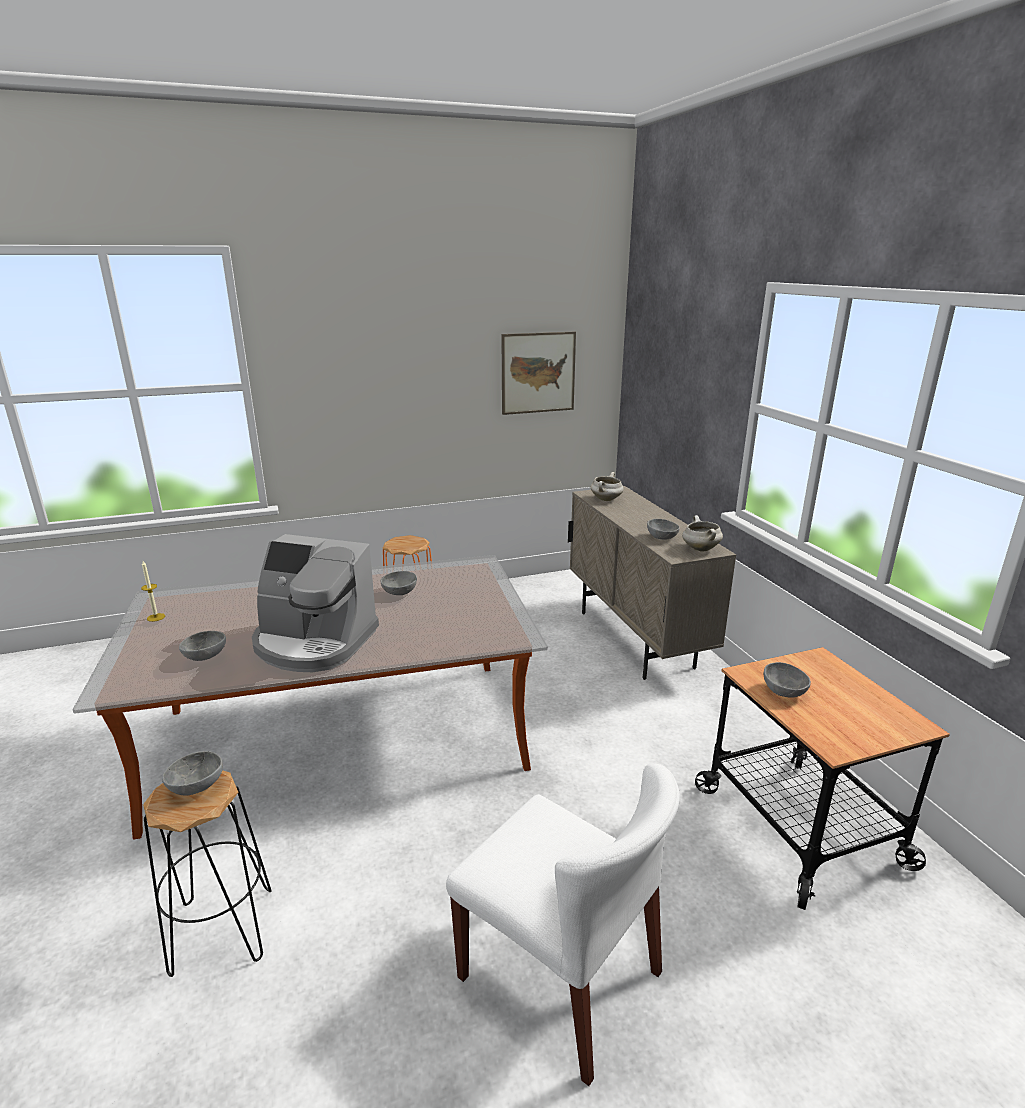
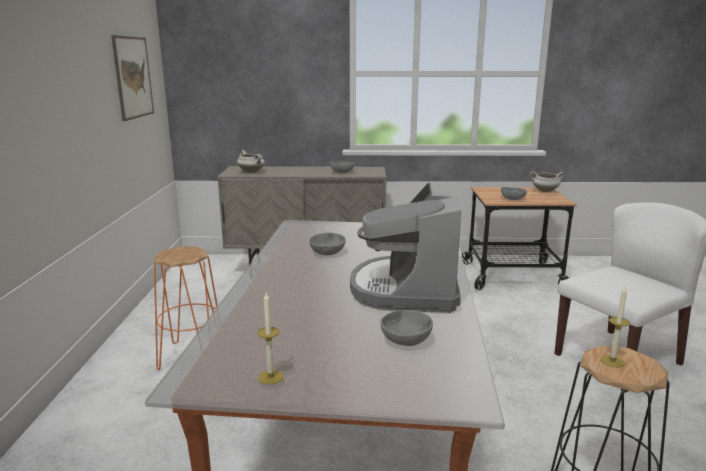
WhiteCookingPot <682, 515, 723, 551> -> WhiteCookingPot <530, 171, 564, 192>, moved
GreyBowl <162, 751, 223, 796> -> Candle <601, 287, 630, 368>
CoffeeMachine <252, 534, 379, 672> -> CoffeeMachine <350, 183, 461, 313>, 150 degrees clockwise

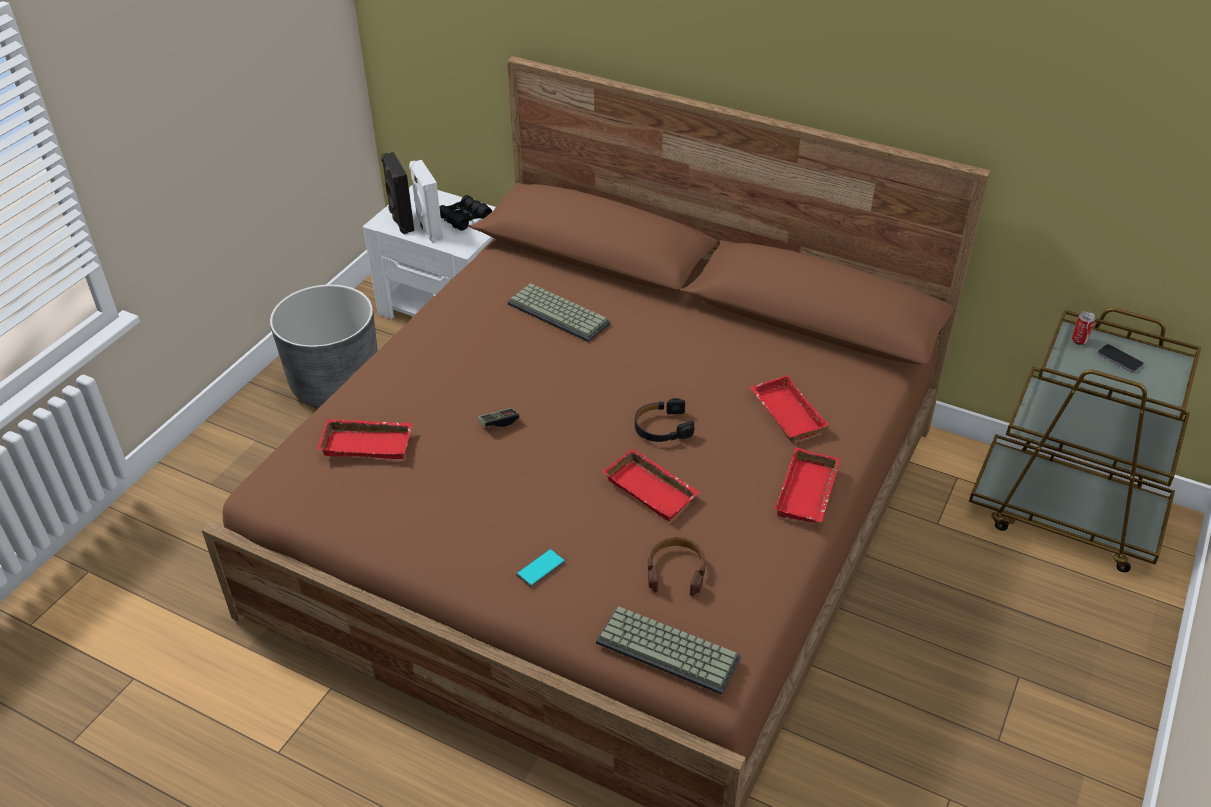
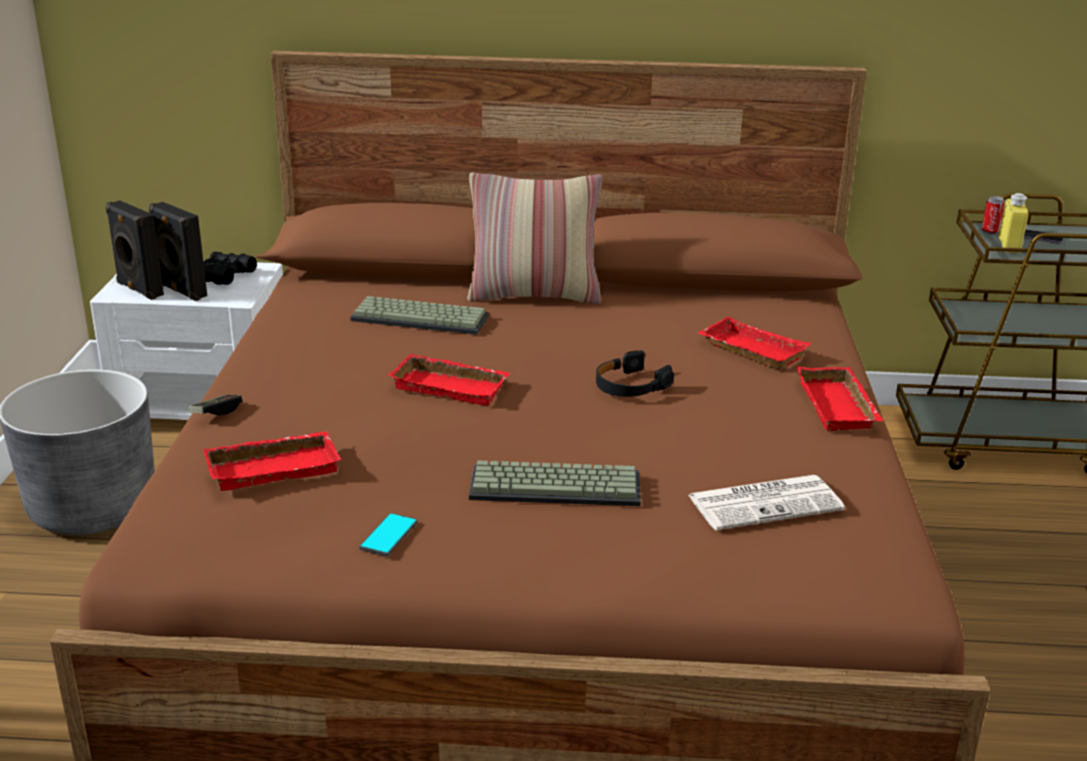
none -> Pillow <467, 173, 603, 304>
none -> YellowBottle <999, 193, 1028, 253>
GameController <478, 408, 519, 427> -> GameController <188, 394, 242, 415>, moved
Phone <516, 549, 565, 587> -> Phone <359, 513, 418, 557>, moved
Keyboard <596, 606, 741, 695> -> Keyboard <469, 460, 641, 506>, moved
RedTray <603, 448, 700, 521> -> RedTray <388, 354, 510, 406>, moved
BrownHeadphones <648, 537, 706, 596> -> Newspaper <688, 475, 845, 530>
WhiteSpeaker <409, 160, 443, 242> -> BlackSpeaker <149, 202, 207, 301>

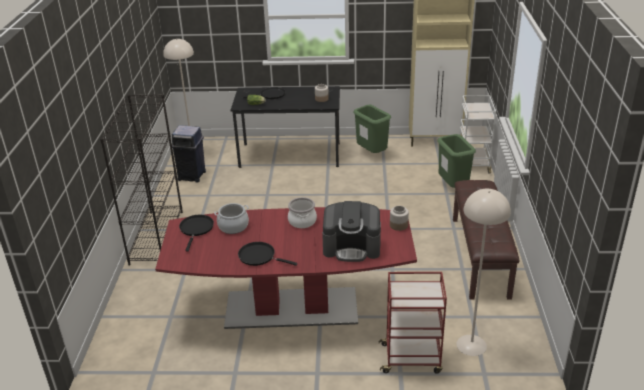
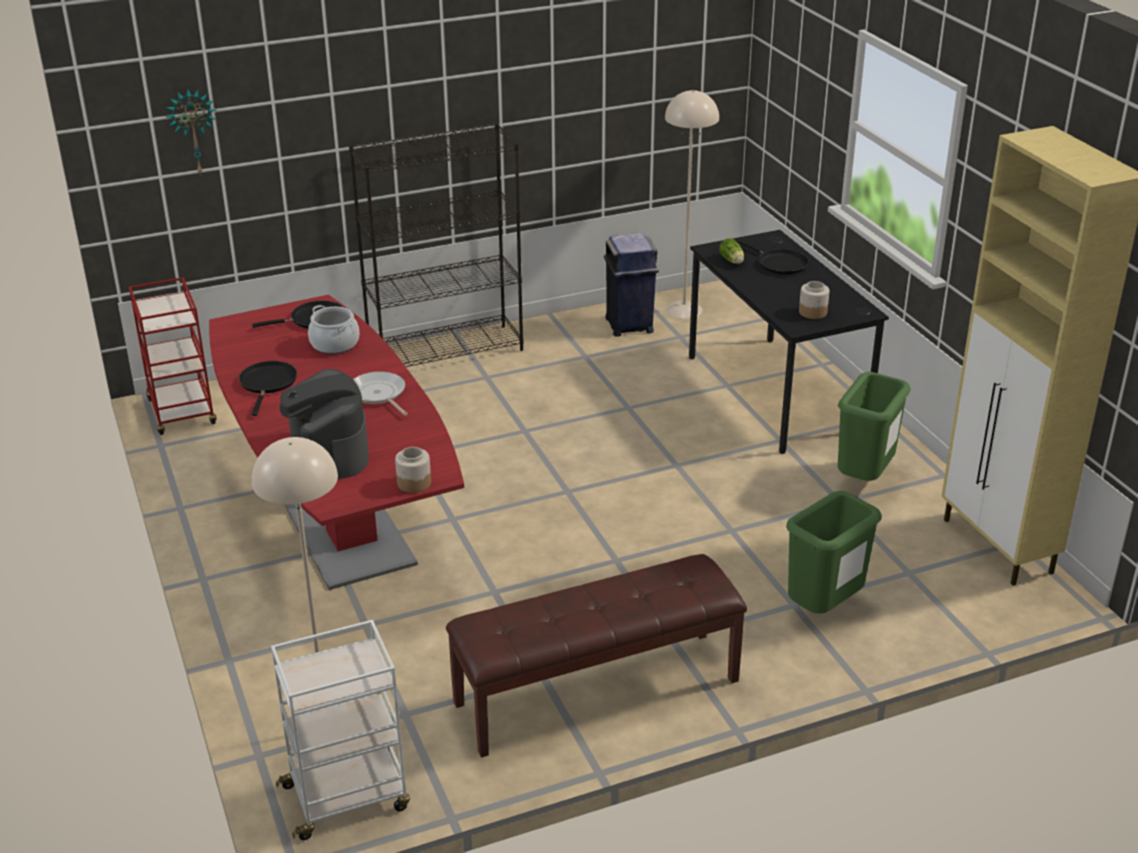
none -> WallClock <166, 90, 216, 176>
RedCart <379, 272, 447, 373> -> RedCart <129, 277, 217, 435>, moved
WhiteCart <459, 95, 496, 173> -> WhiteCart <271, 620, 410, 840>, moved
CookingPot <288, 197, 317, 228> -> FryingPan <353, 371, 408, 416>

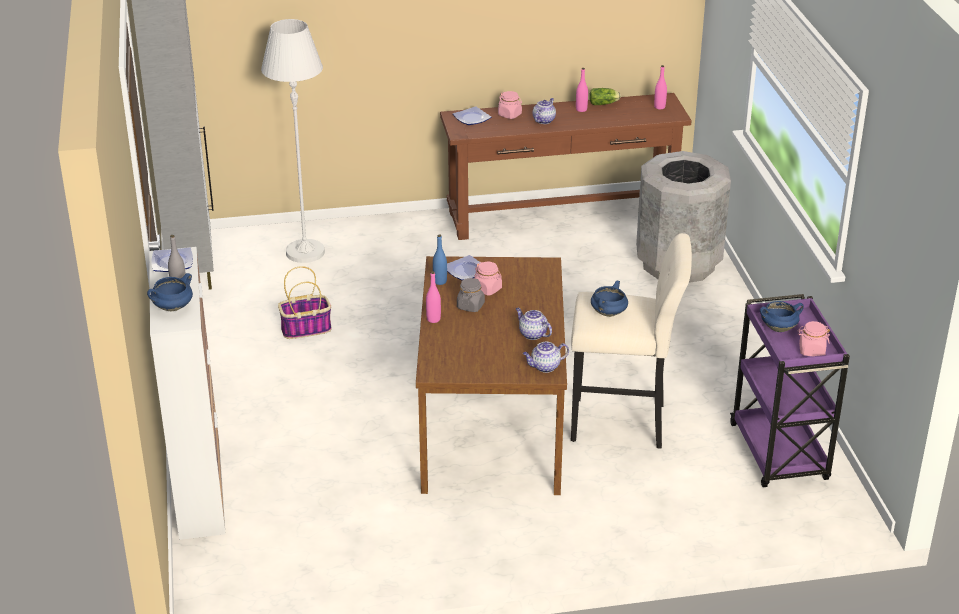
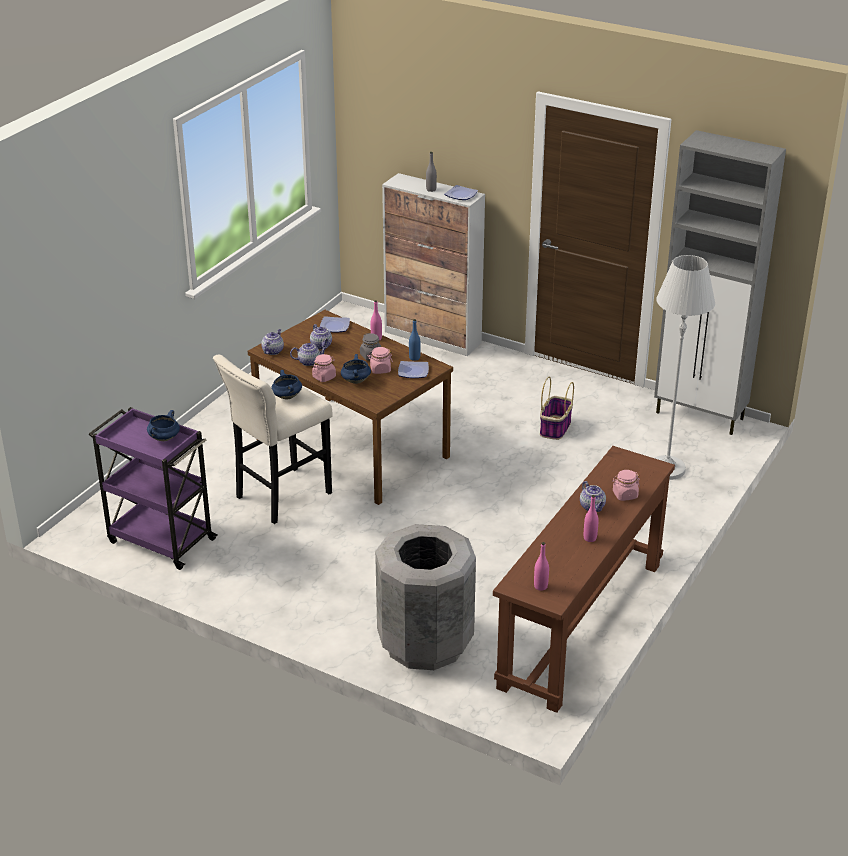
Lettuce <589, 88, 620, 105> -> none
none -> Teapot <310, 324, 332, 349>
BlueCookingPot <147, 273, 193, 311> -> BlueCookingPot <341, 354, 371, 384>, moved
Plate <453, 106, 491, 125> -> Plate <320, 316, 350, 333>, moved
PinkJar <798, 321, 830, 356> -> PinkJar <312, 354, 336, 382>, moved

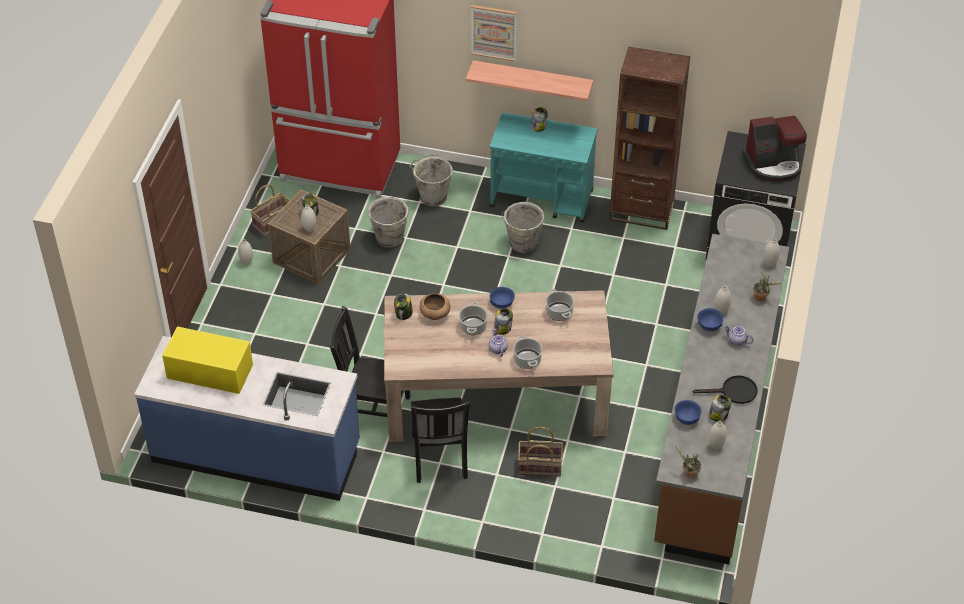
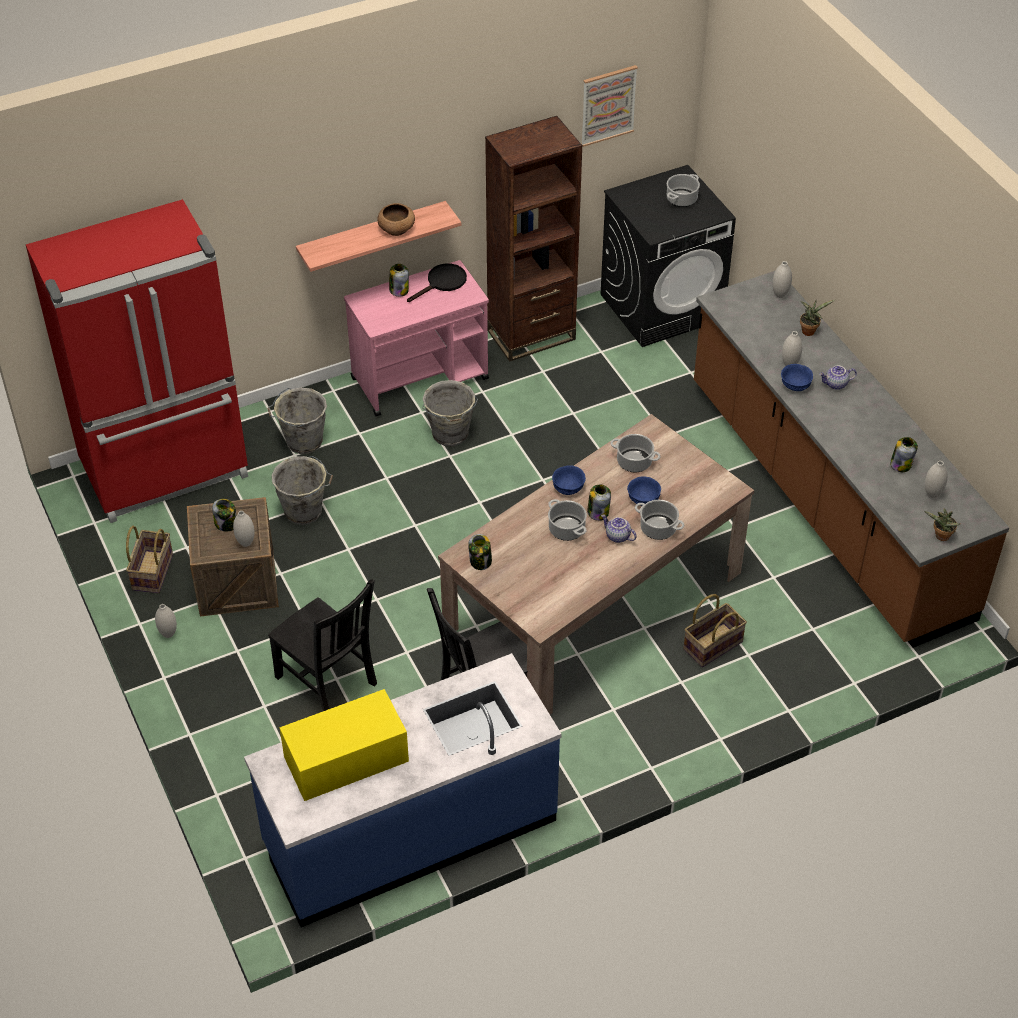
BlackChair <411, 398, 470, 483> -> BlackChair <268, 579, 377, 711>, moved
BrownBowl <420, 293, 450, 320> -> BrownBowl <377, 203, 415, 236>, moved
Picture <471, 5, 517, 61> -> Picture <581, 65, 638, 147>, moved
BlueBowl <674, 400, 702, 425> -> BlueBowl <627, 476, 661, 506>, moved
BlackFryingPan <693, 375, 757, 404> -> BlackFryingPan <407, 263, 467, 302>, moved
CoffeeMachine <743, 115, 807, 181> -> CookingPot <667, 174, 700, 207>
TurquoiseCart <490, 112, 597, 223> -> PinkCart <344, 260, 489, 416>

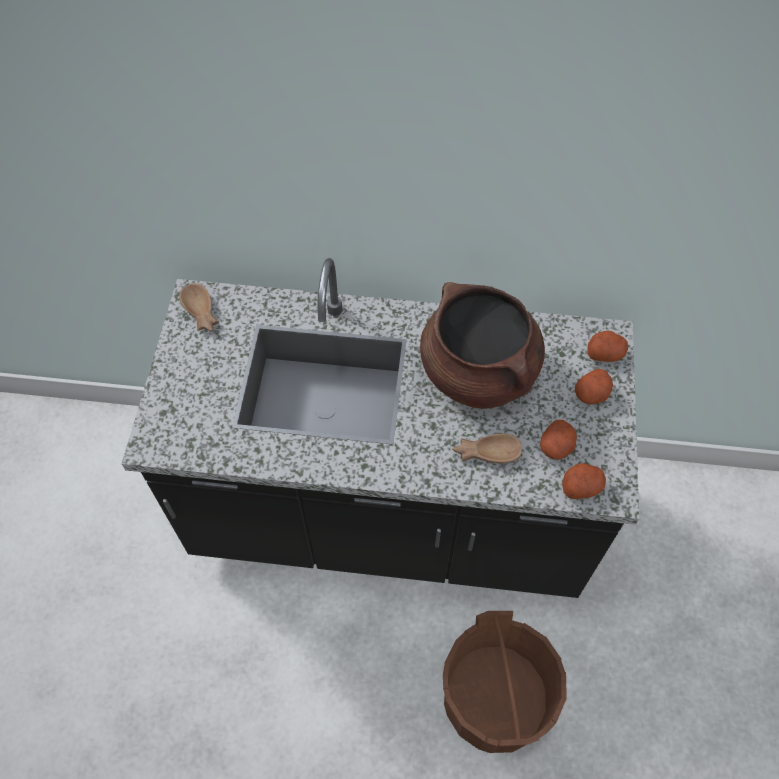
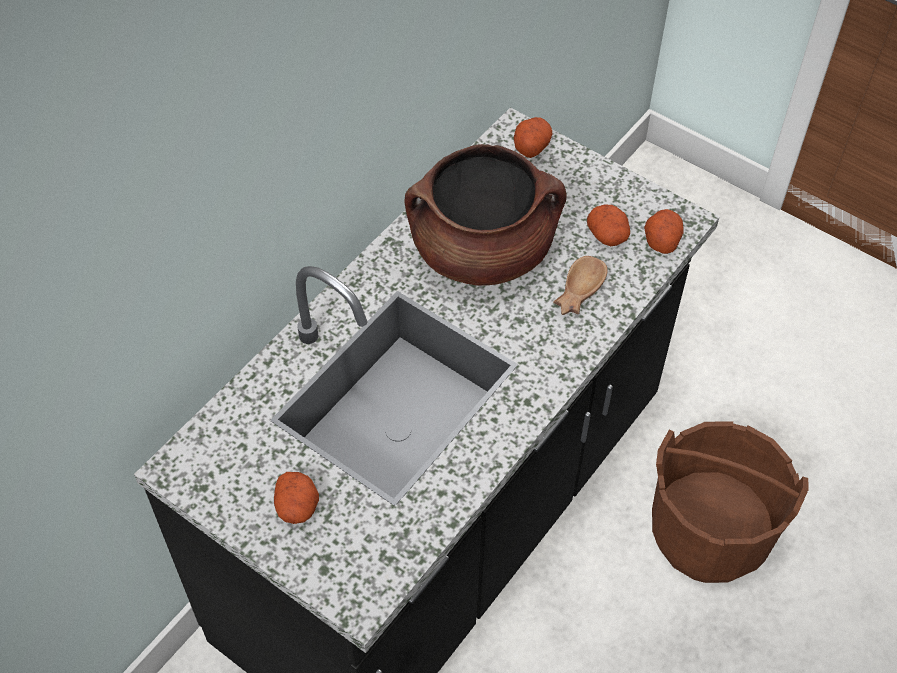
BrownBowl <179, 283, 219, 332> -> none
Potato <575, 369, 613, 404> -> Potato <274, 472, 319, 524>, moved

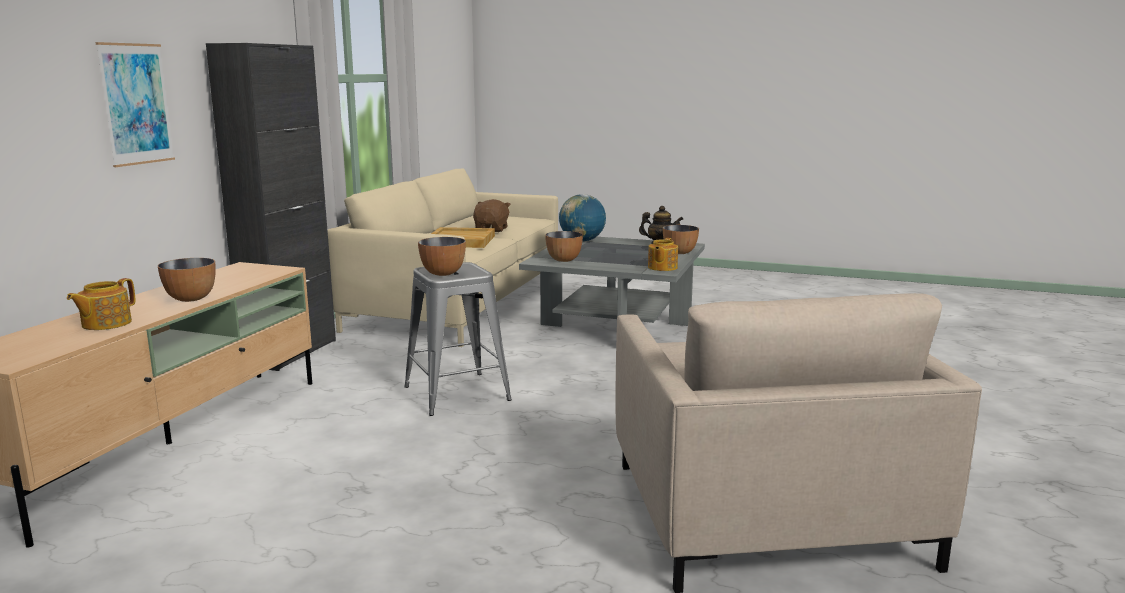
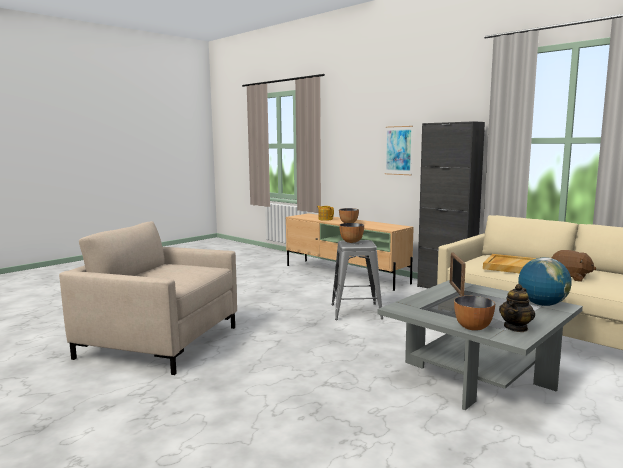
Teapot <648, 238, 678, 271> -> none
Bowl <545, 231, 583, 262> -> PictureFrame <450, 252, 466, 296>

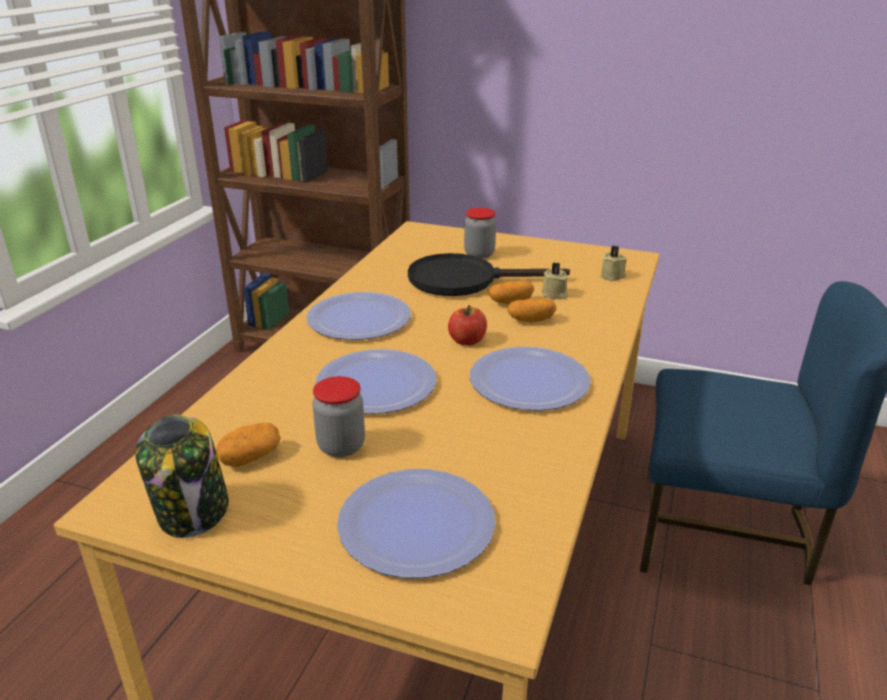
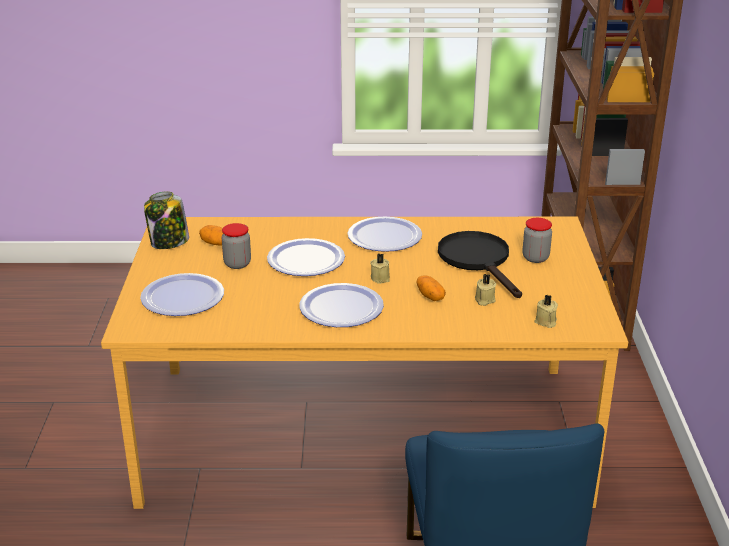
Potato <489, 281, 534, 304> -> none
Apple <448, 305, 487, 346> -> BeigeCandle <370, 253, 390, 284>

